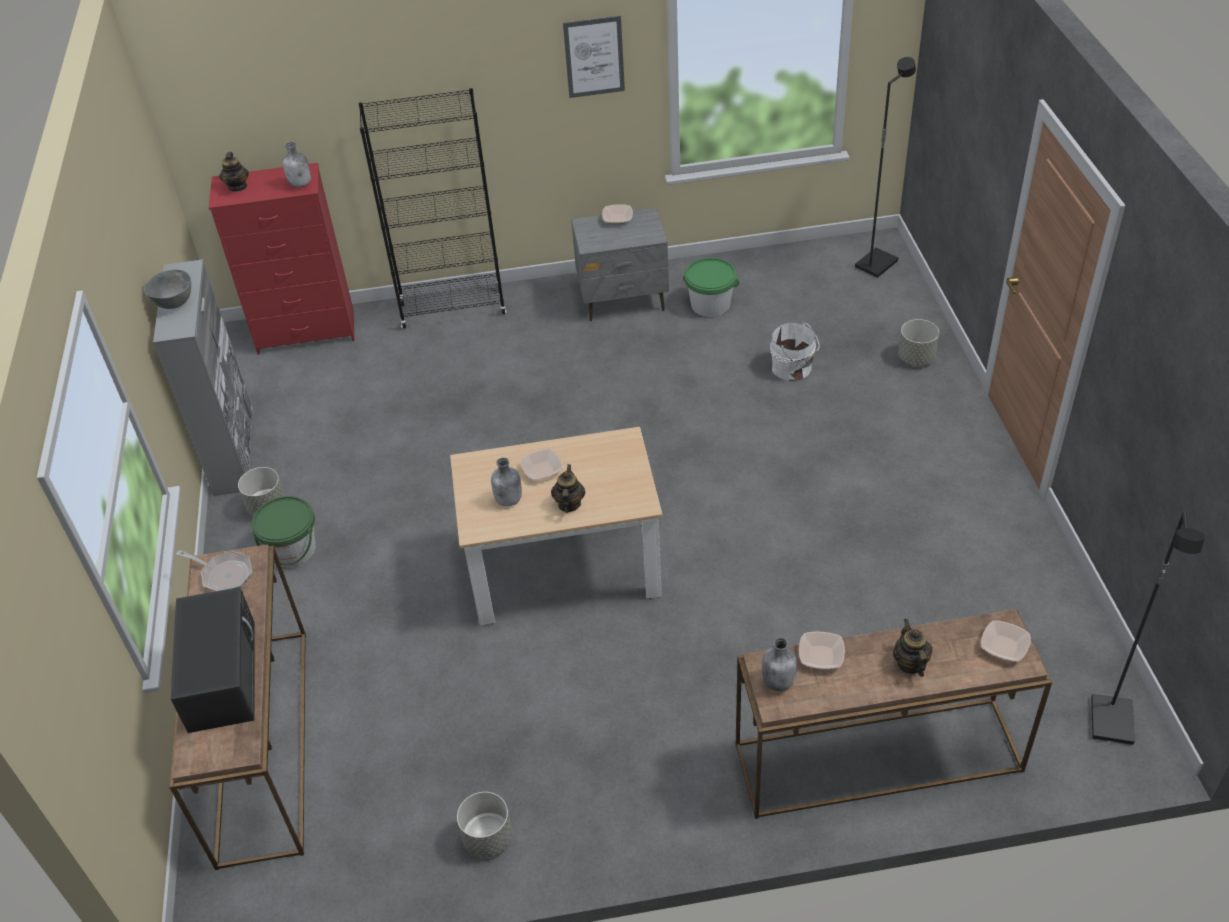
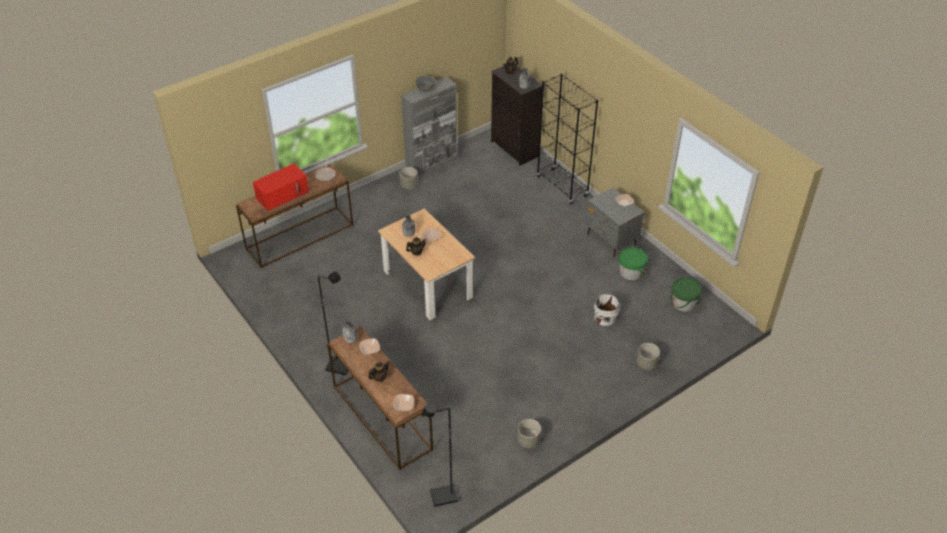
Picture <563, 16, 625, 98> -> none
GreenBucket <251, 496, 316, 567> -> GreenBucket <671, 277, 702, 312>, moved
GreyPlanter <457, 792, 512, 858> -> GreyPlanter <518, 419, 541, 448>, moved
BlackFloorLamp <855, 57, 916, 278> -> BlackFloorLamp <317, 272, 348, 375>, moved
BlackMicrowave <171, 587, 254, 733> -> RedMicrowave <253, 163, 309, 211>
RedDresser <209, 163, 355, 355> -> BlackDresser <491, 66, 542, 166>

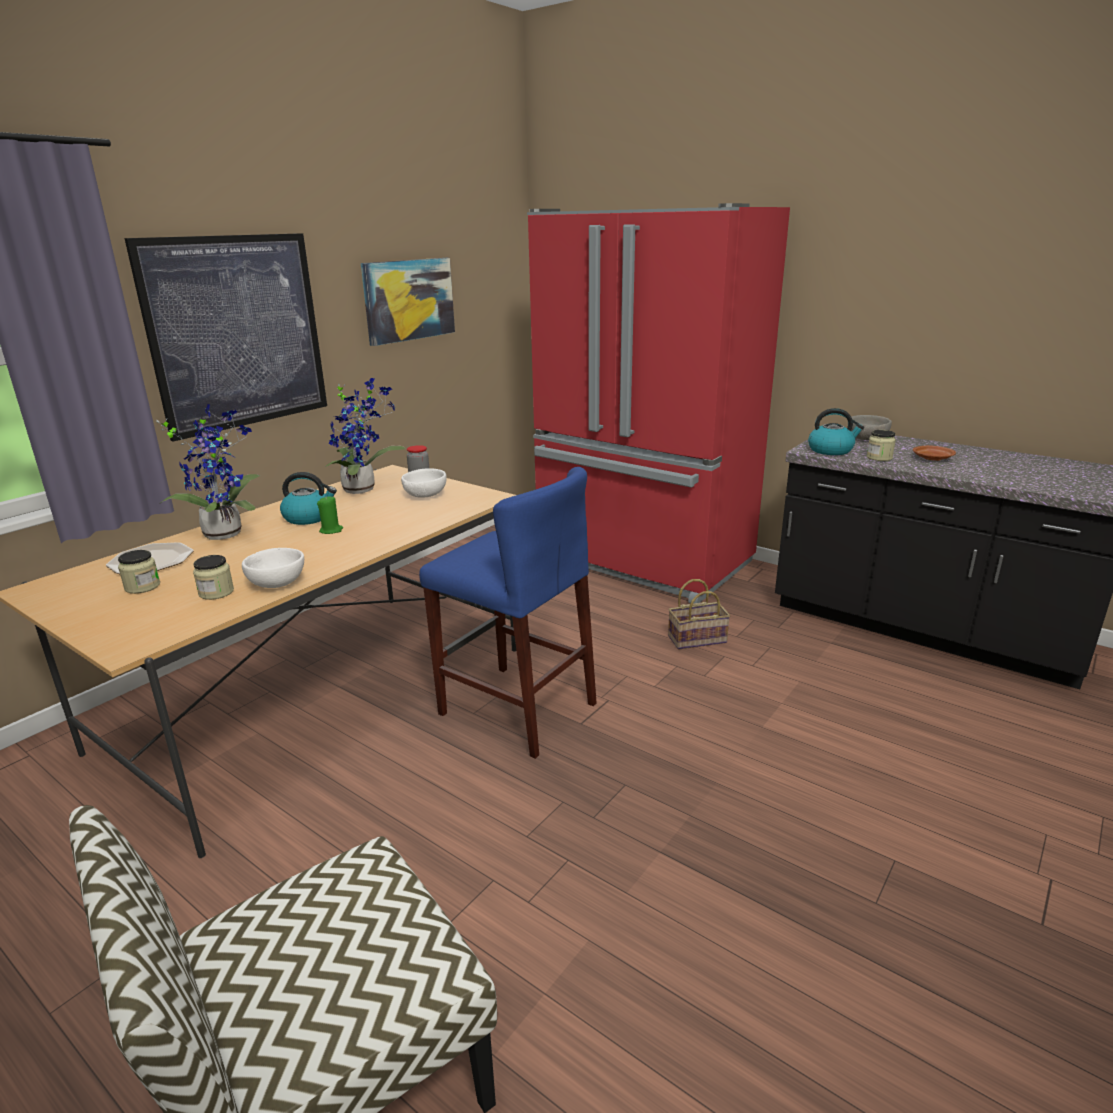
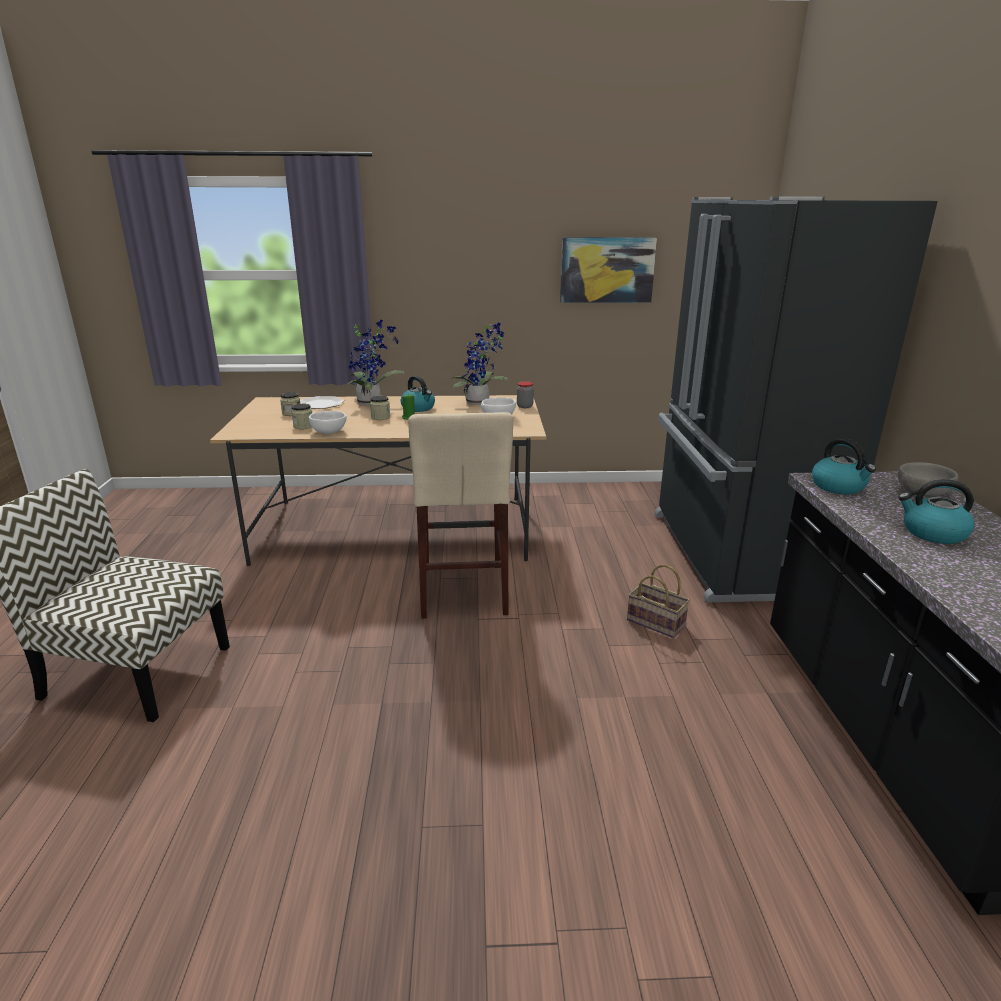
Picture <124, 233, 327, 442> -> none
Jar <867, 430, 896, 461> -> Jar <370, 396, 390, 420>, moved
BrownPlate <913, 445, 956, 461> -> Kettle <899, 479, 975, 544>
BlueStool <419, 467, 597, 759> -> BeigeStool <408, 412, 514, 619>
RedFridge <527, 203, 790, 604> -> BlackFridge <655, 196, 938, 602>

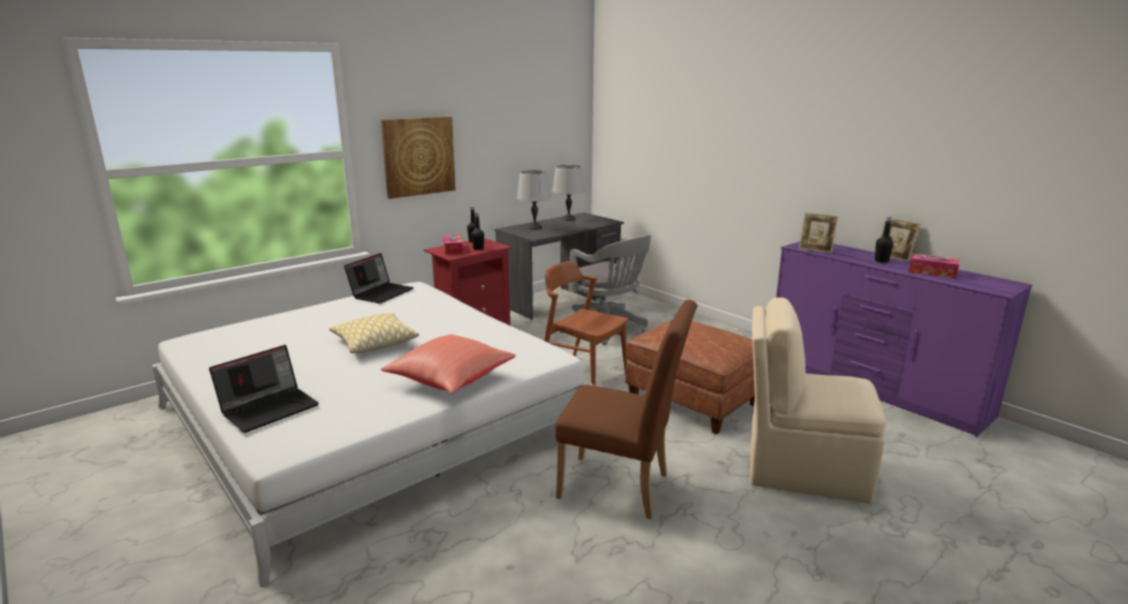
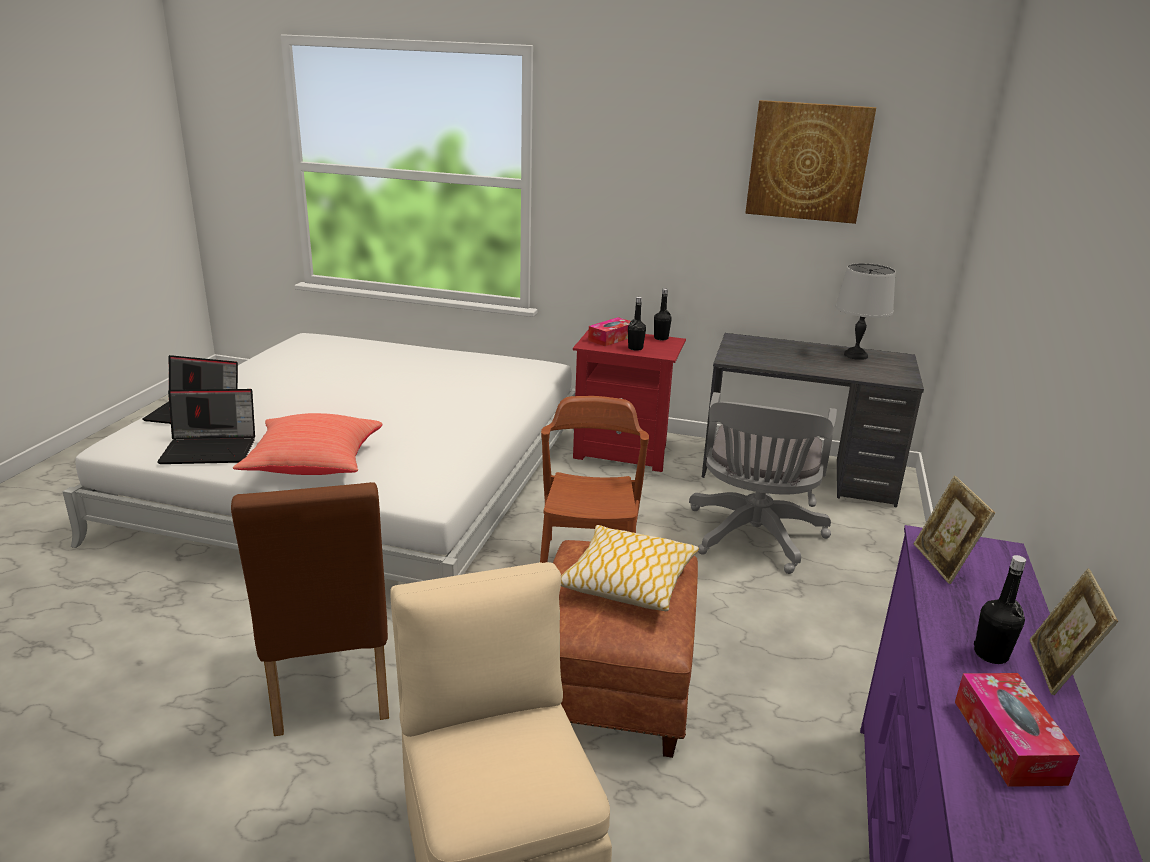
GreyTableLamp <517, 170, 552, 230> -> none
Pillow <329, 313, 419, 353> -> Pillow <561, 525, 699, 611>, moved
Laptop <344, 253, 414, 303> -> Laptop <157, 389, 255, 464>, moved
Picture <381, 116, 455, 199> -> Picture <745, 100, 876, 224>, moved

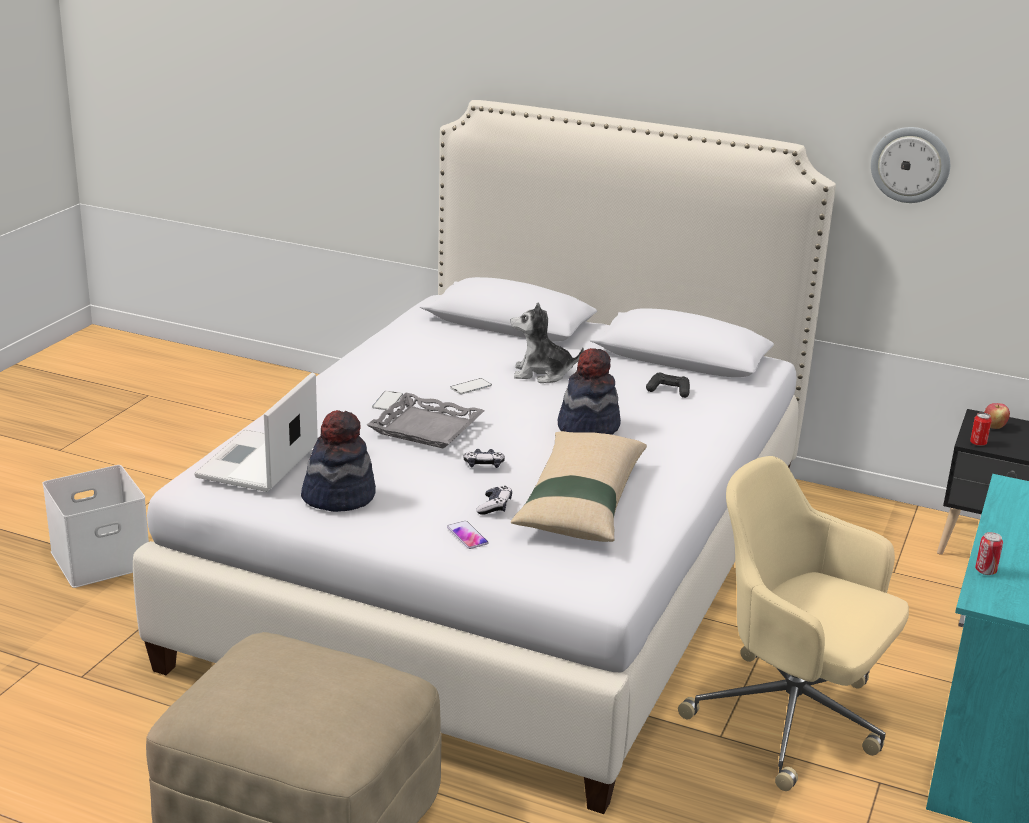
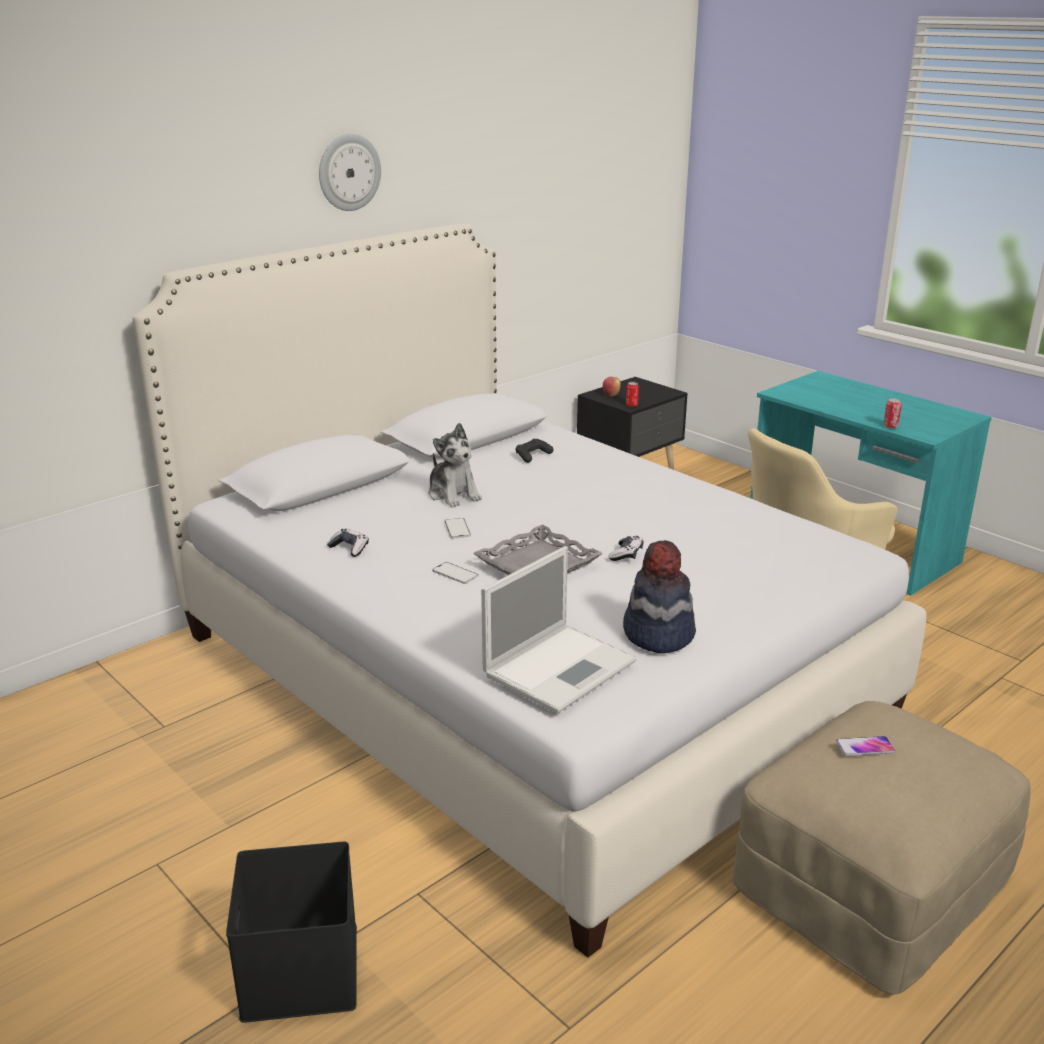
BeigePillow <511, 431, 647, 542> -> none
Hat <558, 348, 621, 435> -> none
Phone <447, 521, 489, 549> -> Phone <836, 736, 895, 756>, moved
GameController <476, 486, 512, 515> -> GameController <327, 528, 369, 557>, moved
WallClock <871, 127, 950, 203> -> WallClock <319, 134, 381, 211>, moved
WhiteStorageBox <42, 465, 149, 588> -> BlackStorageBox <226, 842, 357, 1023>
Laptop <194, 373, 318, 492> -> Laptop <481, 546, 637, 714>, 90 degrees counterclockwise
PlushToy <510, 302, 584, 383> -> PlushToy <428, 423, 482, 508>, 60 degrees counterclockwise

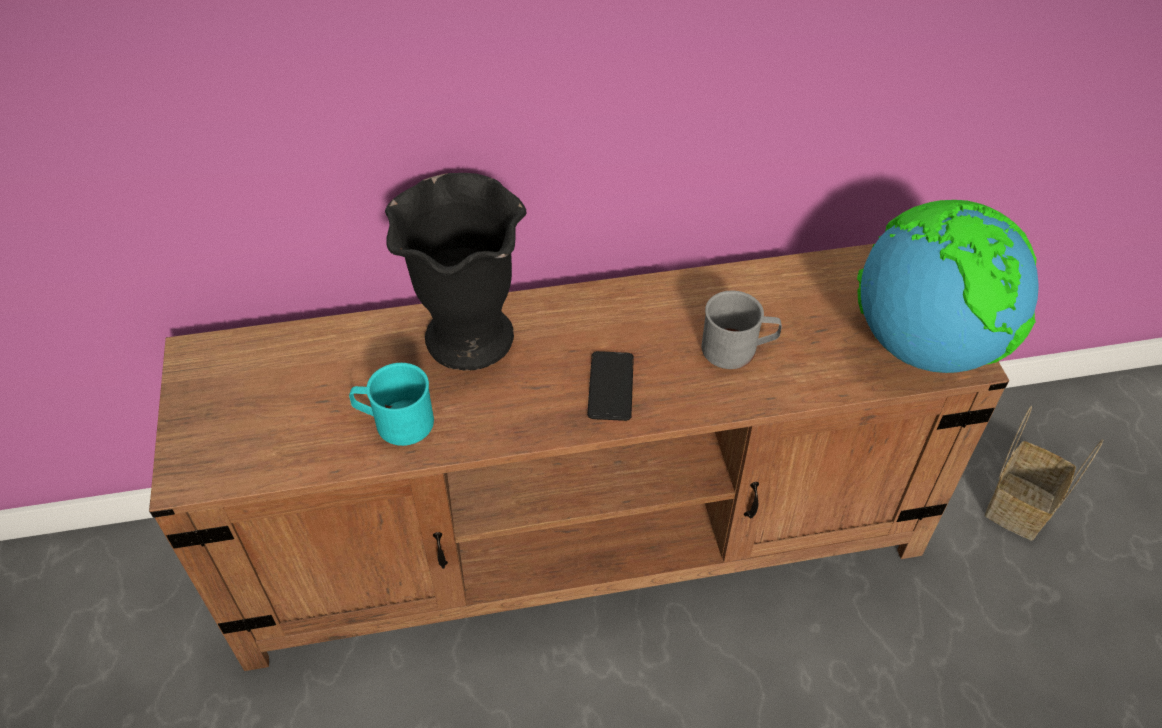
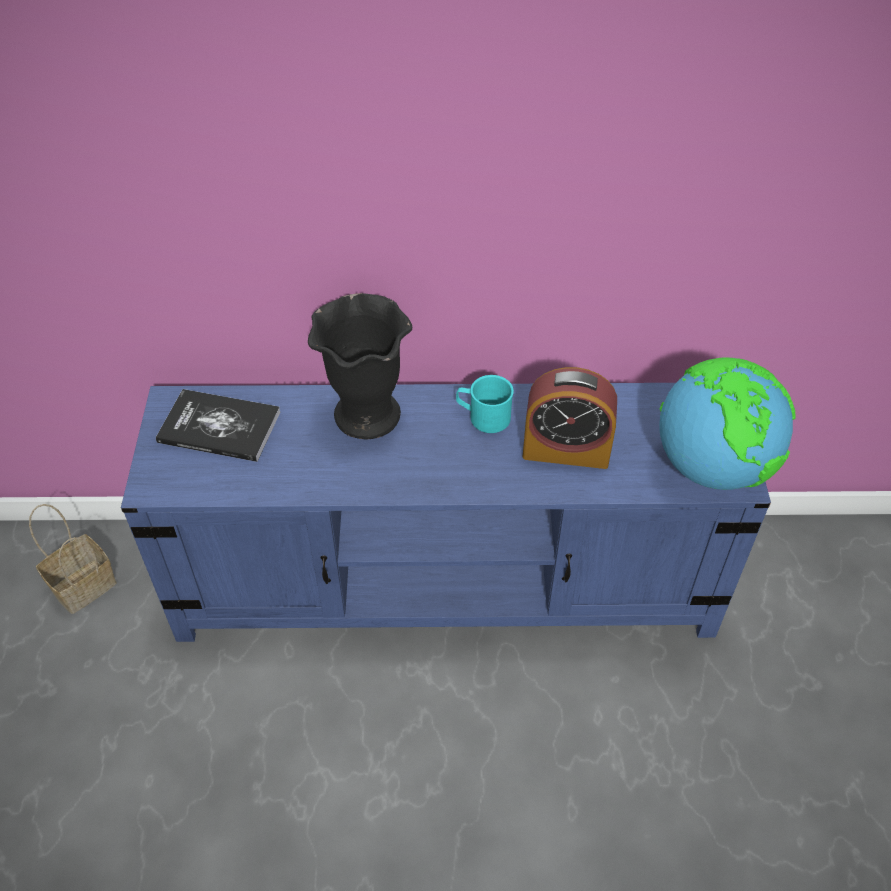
Phone <587, 351, 634, 421> -> none
none -> Book <156, 389, 280, 462>
TurquoiseMug <349, 363, 434, 446> -> TurquoiseMug <456, 375, 514, 433>, moved
Basket <985, 406, 1104, 541> -> Basket <29, 504, 117, 614>, moved
GreyMug <702, 291, 782, 369> -> AlarmClock <523, 367, 617, 469>
BrownTvStand <149, 244, 1009, 671> -> BlueTvStand <121, 383, 771, 642>

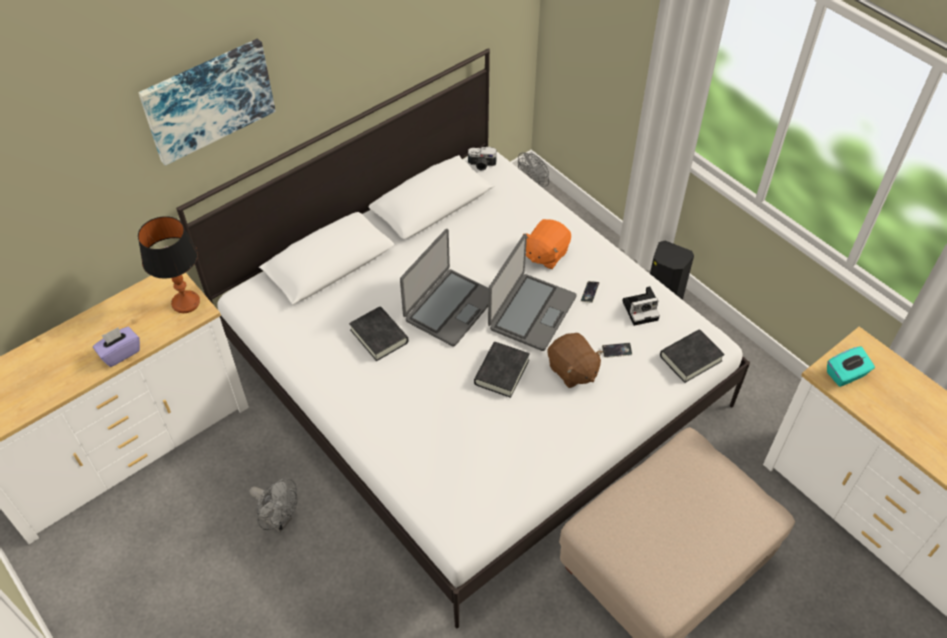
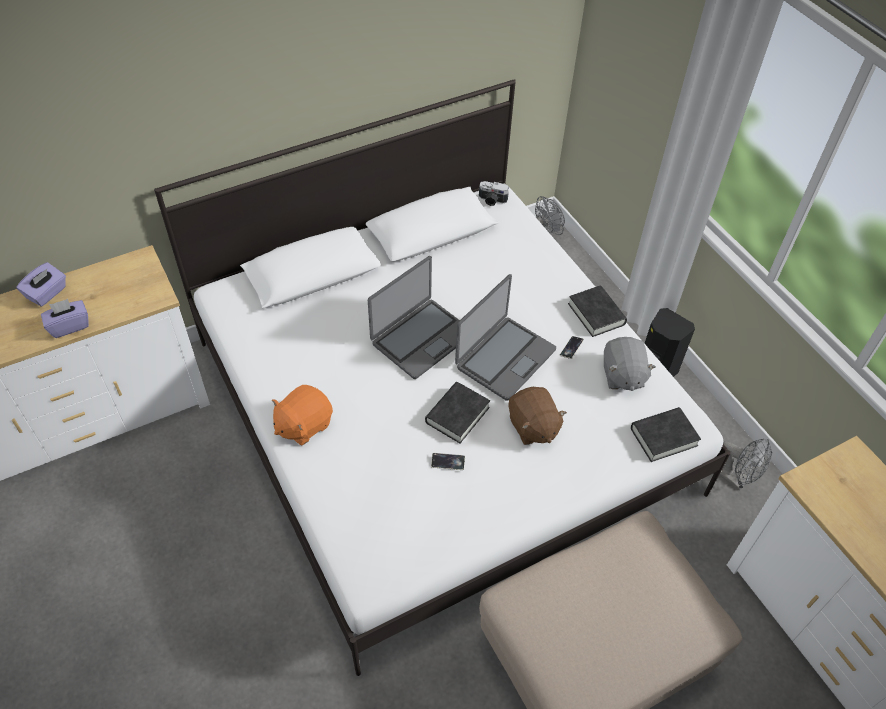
Picture <138, 39, 276, 166> -> none
TableLamp <138, 216, 200, 313> -> none
TurquoiseTissueBox <827, 346, 875, 387> -> none
none -> PurpleTissueBox <16, 262, 66, 307>
GreyFan <250, 479, 297, 532> -> GreyFan <719, 438, 772, 490>, moved
BlackBook <349, 306, 409, 361> -> BlackBook <568, 285, 627, 337>, moved
OrangePlushToy <523, 219, 571, 269> -> OrangePlushToy <272, 385, 333, 446>, moved
Phone <602, 342, 632, 358> -> Phone <431, 453, 465, 470>, moved
PhotoCamera <622, 286, 660, 326> -> GreyPlushToy <604, 337, 656, 391>

